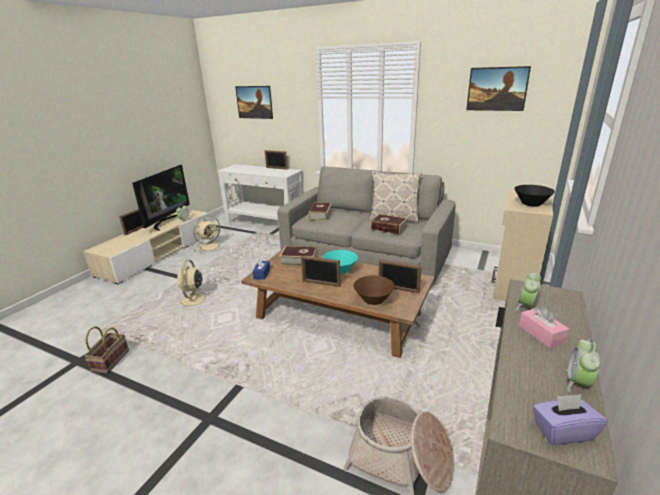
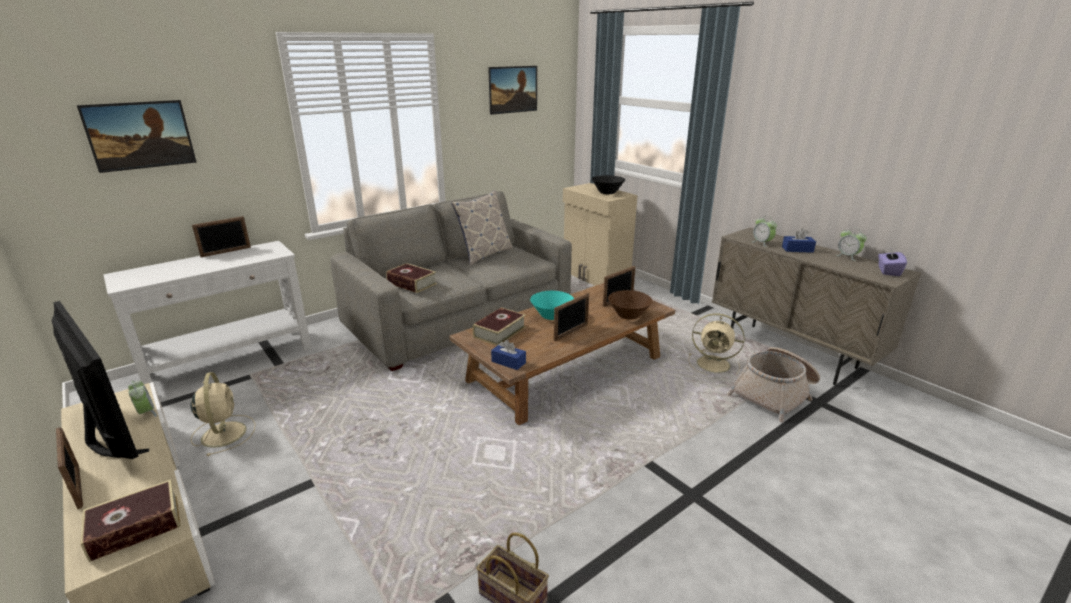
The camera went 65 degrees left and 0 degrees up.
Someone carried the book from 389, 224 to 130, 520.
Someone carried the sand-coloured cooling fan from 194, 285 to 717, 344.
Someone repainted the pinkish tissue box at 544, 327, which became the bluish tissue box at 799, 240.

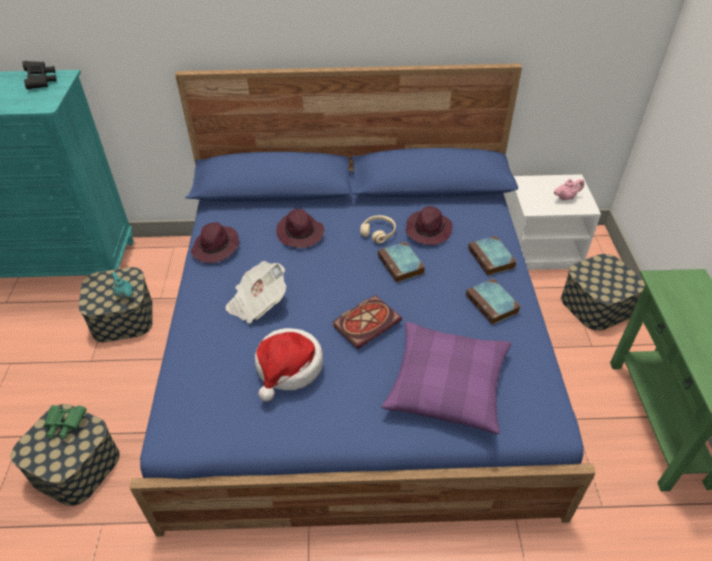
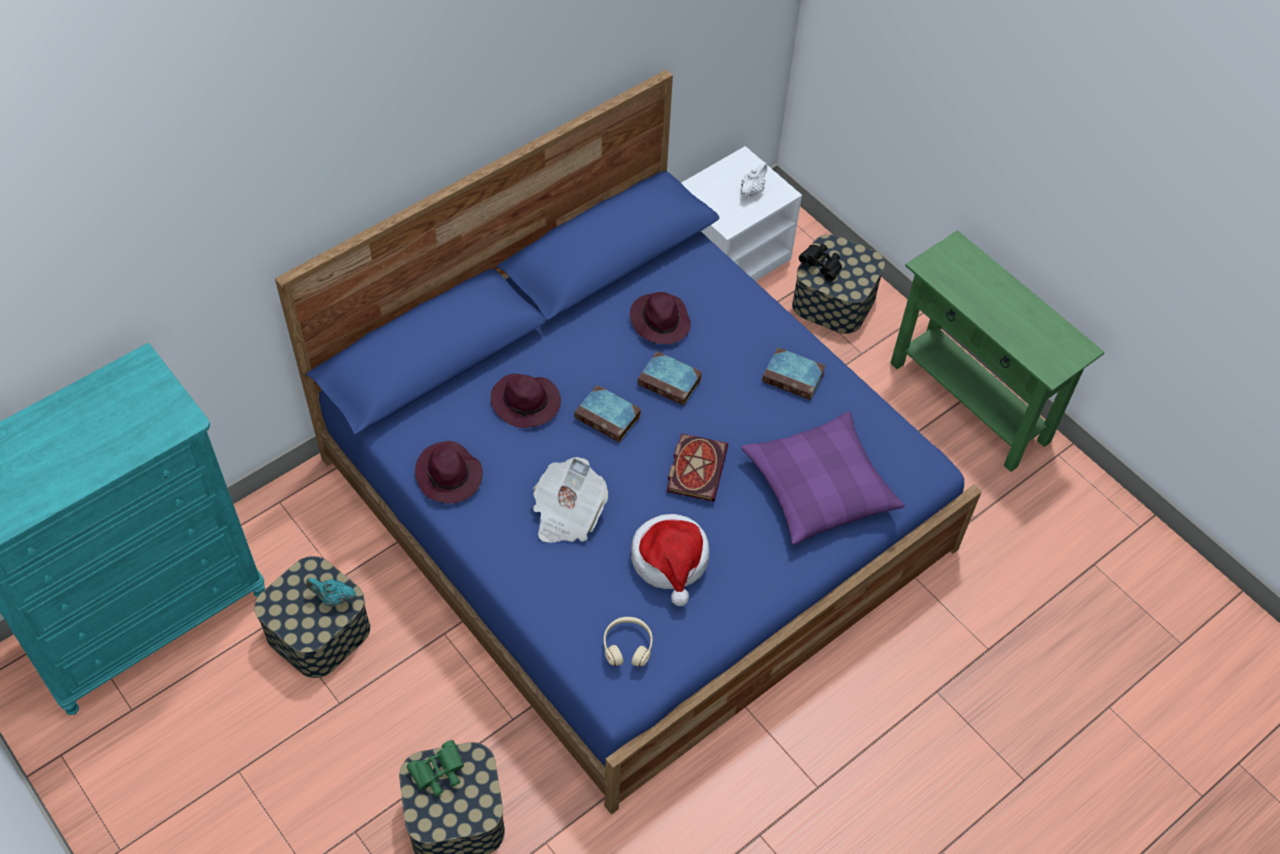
The camera went 40 degrees left and 10 degrees up.
Someone carried the black-coloured binoculars from 39, 75 to 820, 263.
Someone repainted the pinkish tea pot at 569, 190, which became the white tea pot at 754, 179.
Someone carried the sand-coloured headset from 378, 229 to 628, 642.
Someone carried the book from 492, 256 to 607, 414.

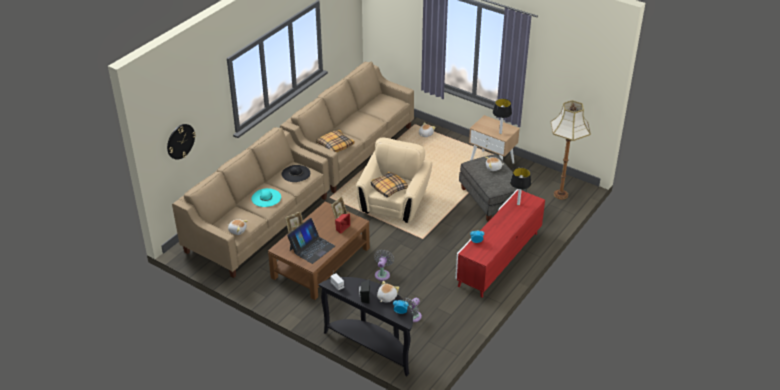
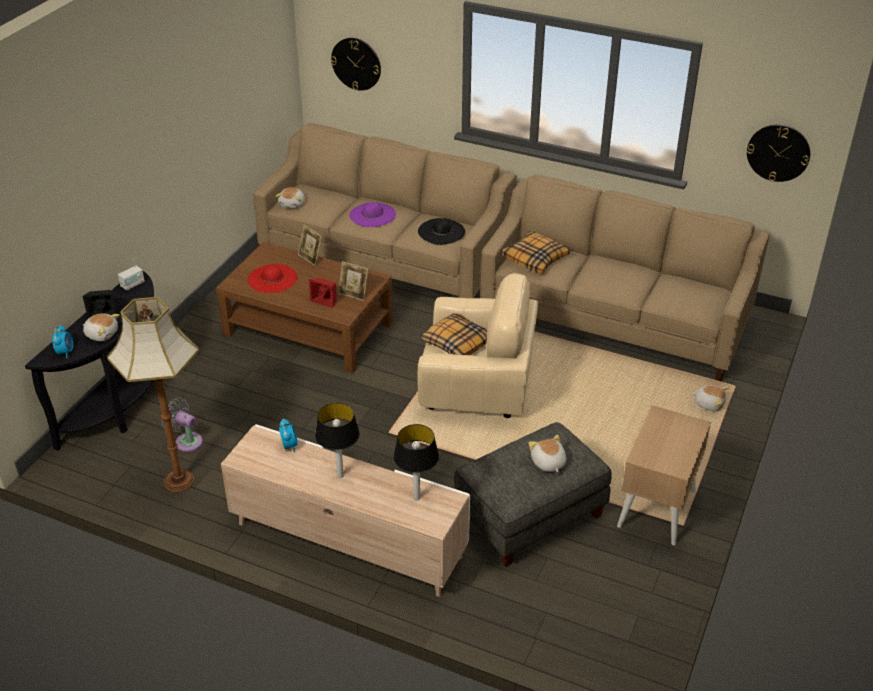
The camera went 80 degrees right and 0 degrees up.
Someone carried the table lamp from 502, 116 to 337, 440.
Someone carried the floor lamp from 571, 149 to 153, 394.
Someone repainted the blue-green clothing hat at 266, 197, which became the purple-coloured clothing hat at 372, 214.
Someone repainted the reddish media console at 500, 243, which became the sand-coloured media console at 345, 510.
Someone swapped the portable computer at 311, 241 for the reddish clothing hat at 272, 278.
Someone took away the gray cooling fan at 384, 265.
Someone put up the hanging clock at 778, 153.

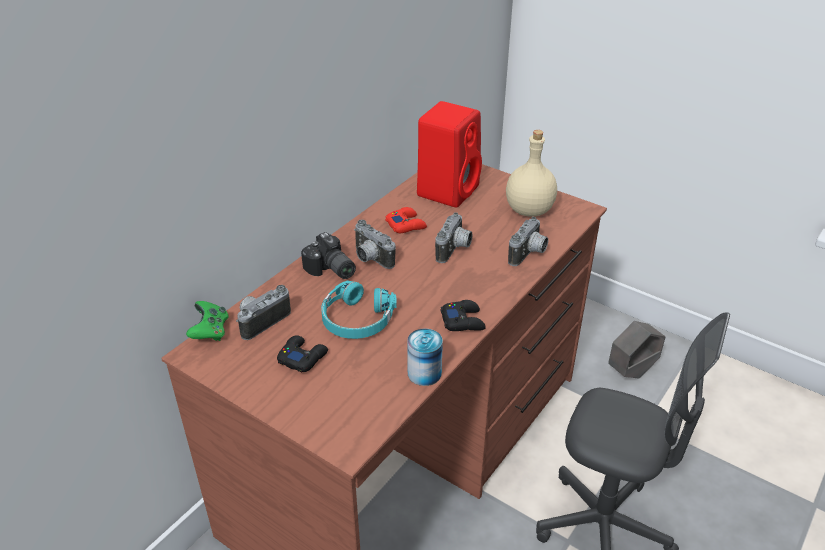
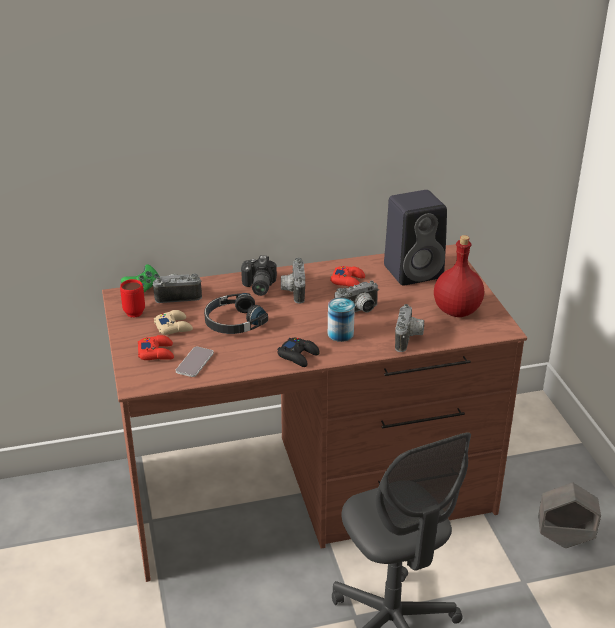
The camera went 40 degrees right and 5 degrees down.
Someone repainted the reddish audio speaker at 449, 154, which became the black-coloured audio speaker at 415, 238.
Someone repainted the sand-coloured bottle at 531, 173, which became the reddish bottle at 459, 276.
Someone rotated the photo camera at 528, 241 by 60 degrees counterclockwise.
Someone repainted the blue-green headset at 358, 309, which became the black-coloured headset at 236, 313.
Someone carried the sealed can from 425, 357 to 341, 320.
Someone repainted the black-coloured game controller at 302, 354, which became the sand-coloured game controller at 173, 322.
Someone put down the reddish mug at 132, 298.
Someone put down the reddish game controller at 156, 347.
Someone put down the phone at 195, 362.

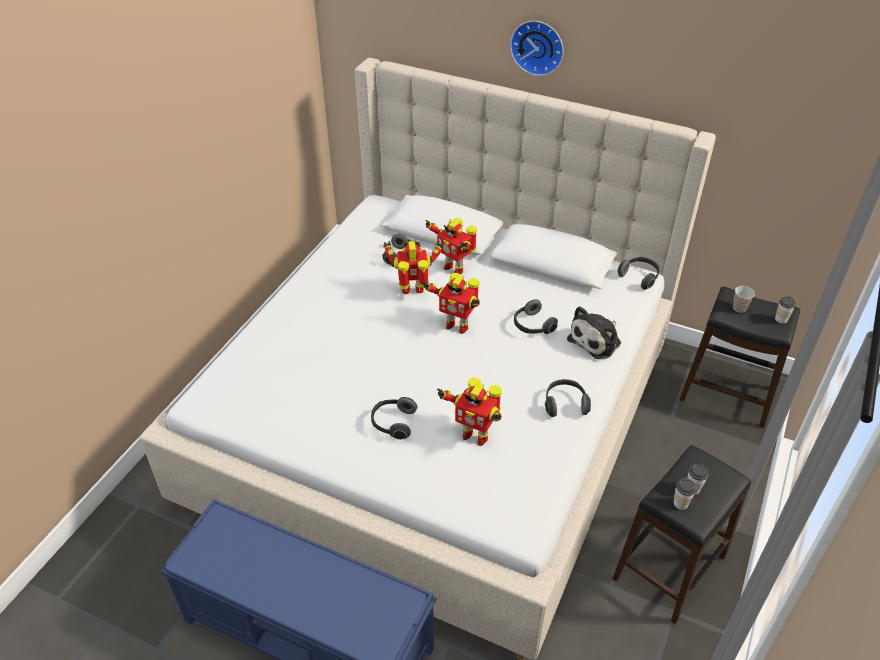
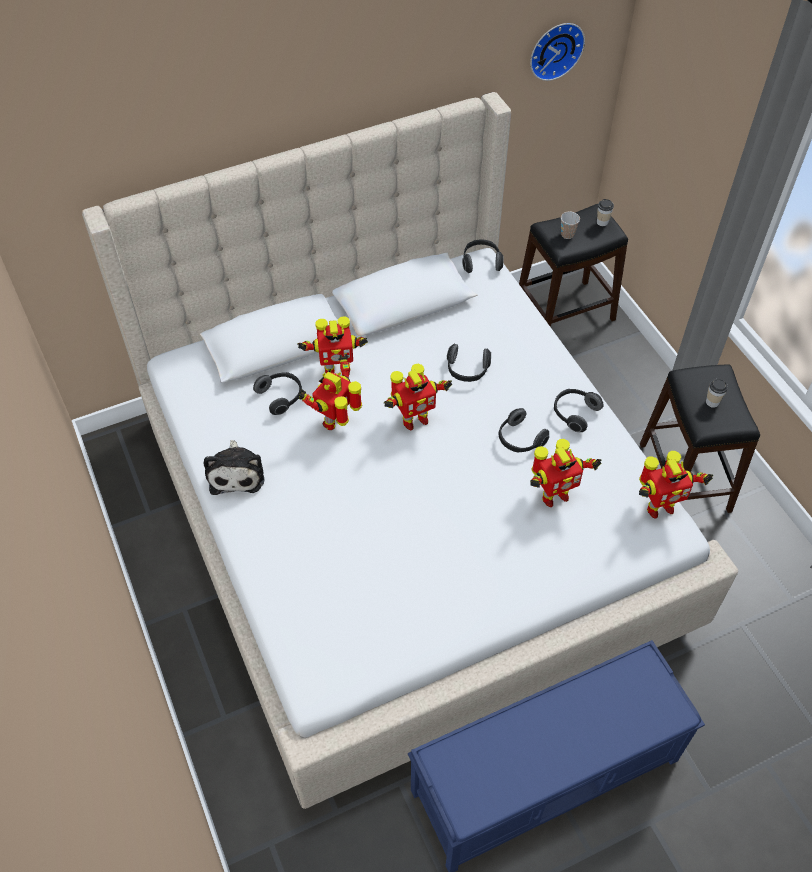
The camera went 50 degrees left and 10 degrees up.
Someone carried the hanging clock from 537, 48 to 557, 52.
Someone carried the cuddly toy from 594, 332 to 234, 467.
Someone carried the headset from 394, 418 to 524, 430.
Someone took away the drinking cup at 685, 494.
Someone put down the model robot at 676, 485.

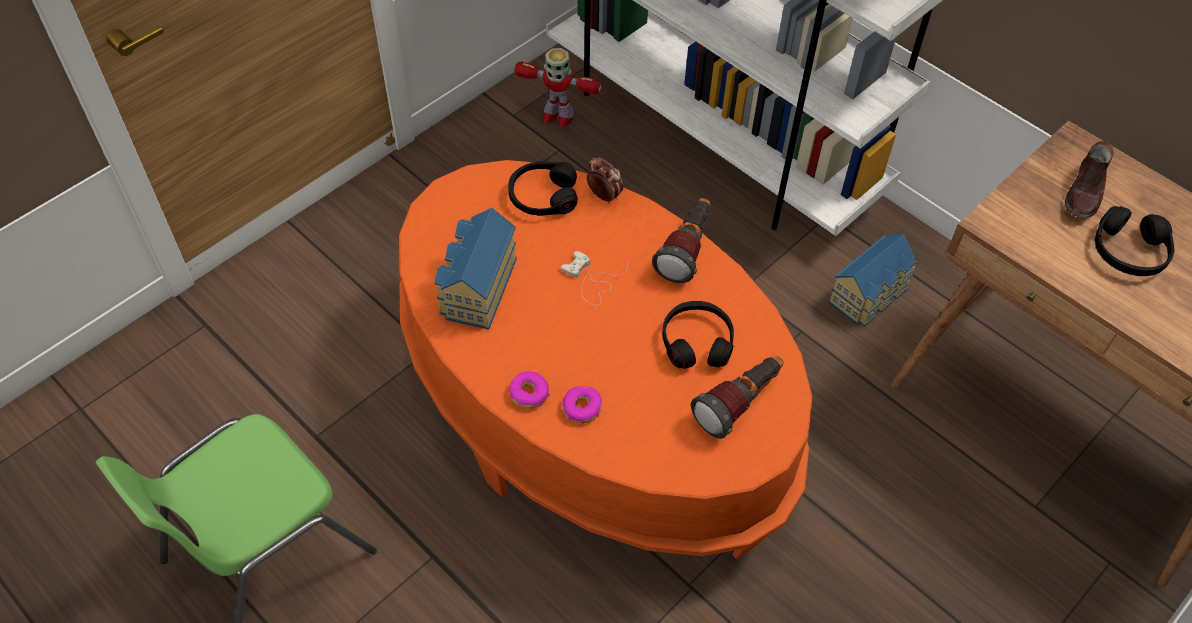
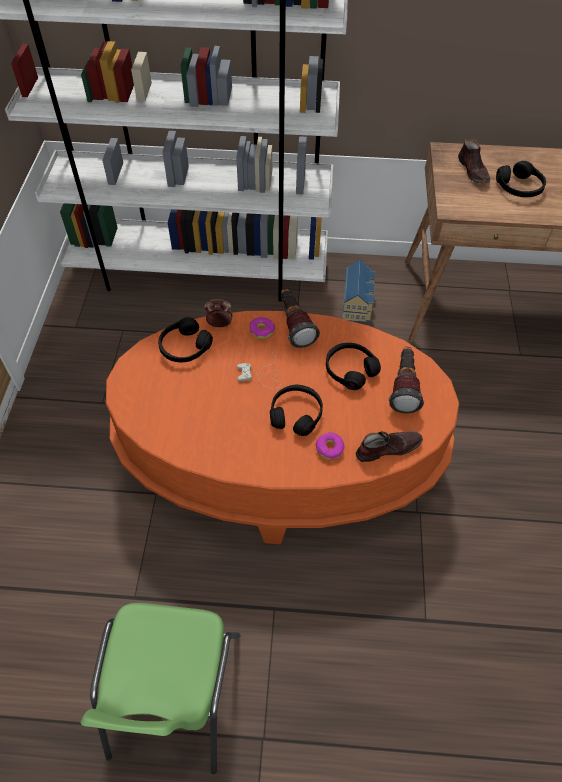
The camera went 40 degrees left and 0 degrees up.
Someone took away the model robot at 557, 87.
Someone took away the model house at 475, 269.
Someone carried the doughnut from 529, 390 to 262, 328.
Someone put down the black-coloured headset at 296, 410.
Someone put down the brownish shoe at 389, 446.

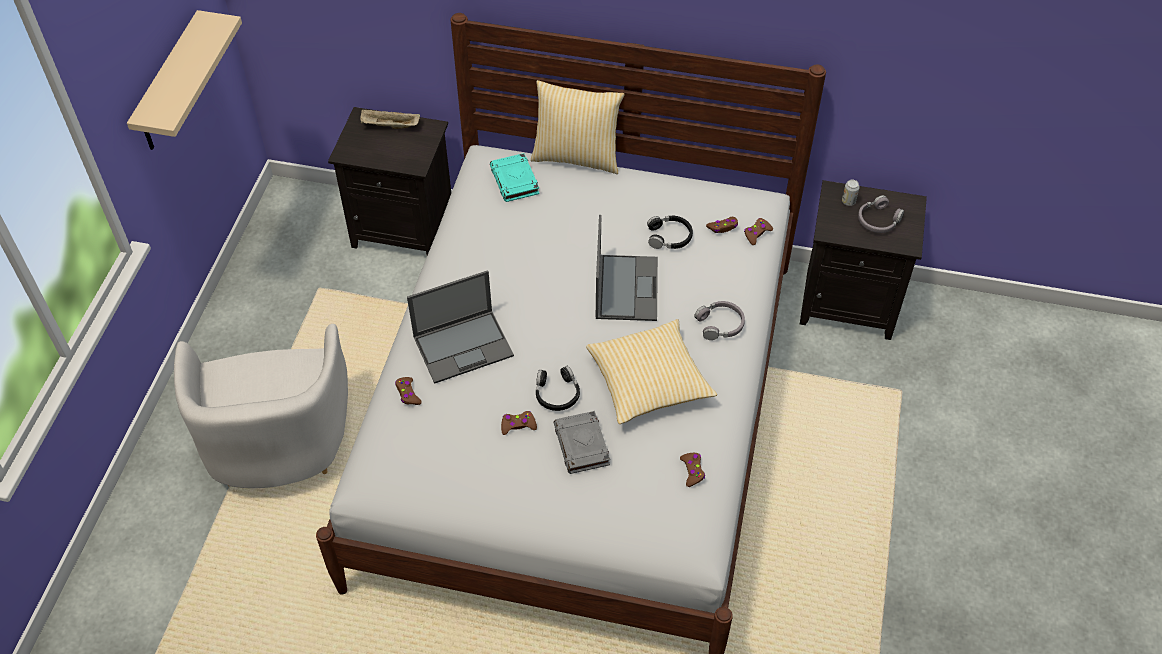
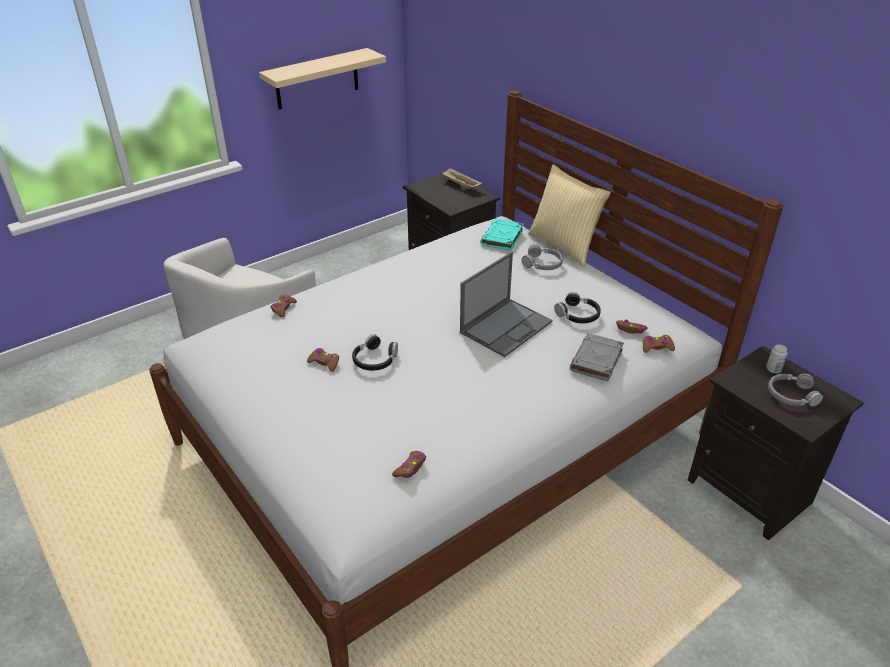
The camera went 40 degrees right and 15 degrees down.
Someone took away the portable computer at 460, 327.
Someone carried the gray headset from 719, 320 to 542, 257.
Someone took away the cushion at 651, 371.
Someone carried the gray book from 582, 442 to 597, 357.

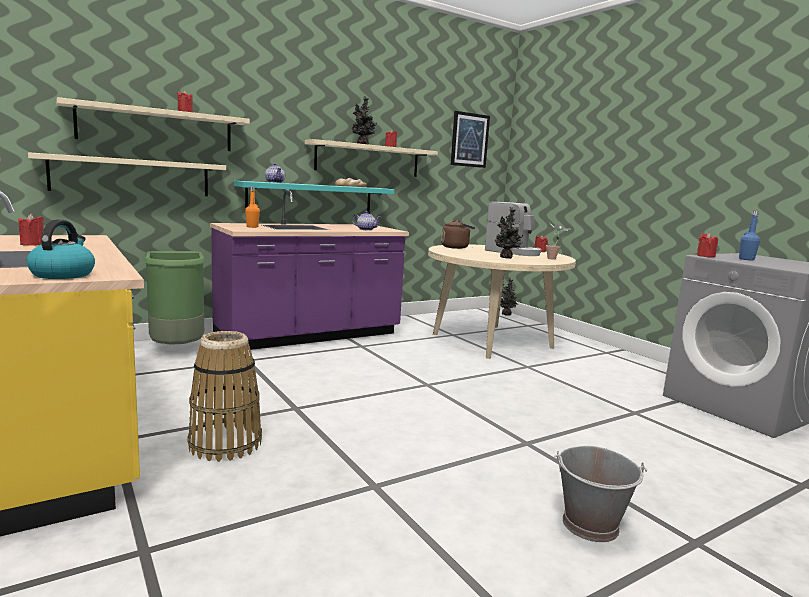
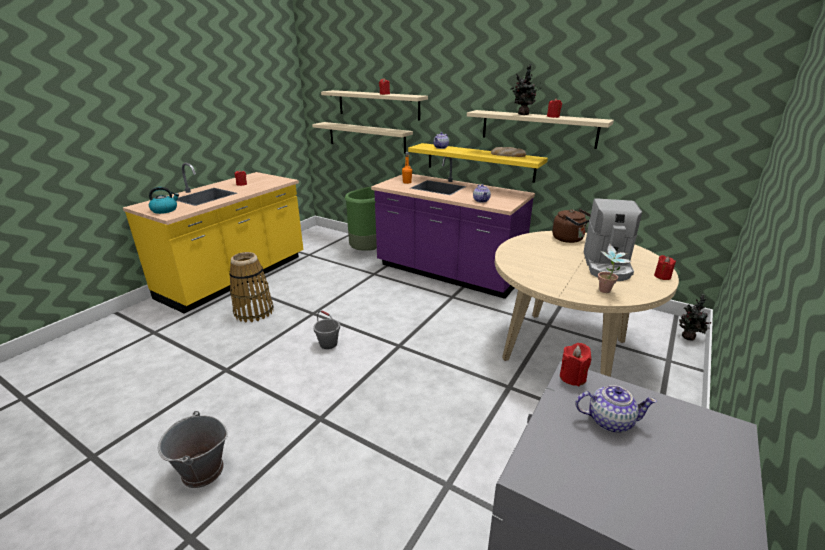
The camera went 65 degrees right and 15 degrees up.
Someone took away the wall art at 470, 139.
Someone repainted the blue-green shelf at 314, 197, which became the yellow shelf at 478, 163.
Someone took away the plant in a pot at 509, 233.
Someone swapped the bluish bottle at 749, 235 for the tea pot at 616, 408.
Someone put down the gray water bucket at 326, 329.

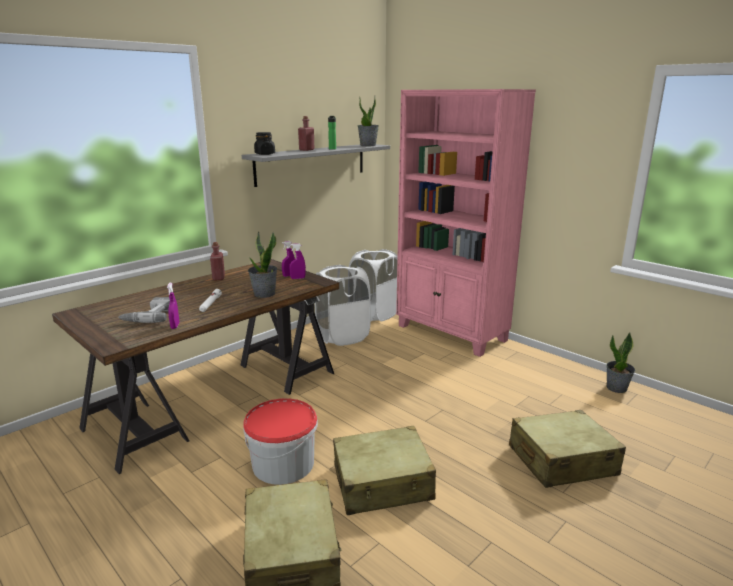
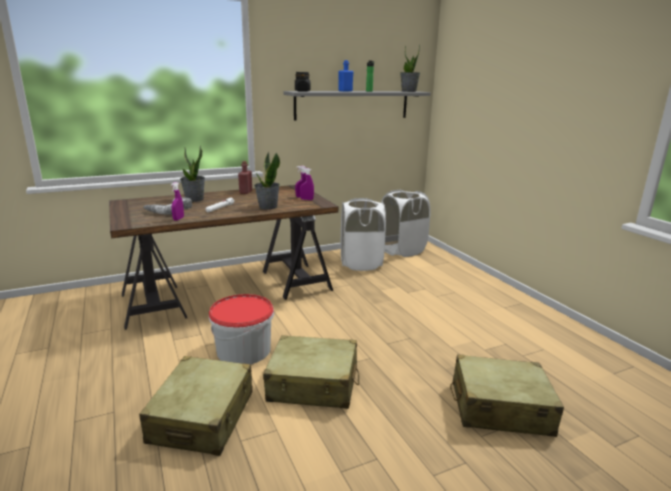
The camera went 20 degrees right and 0 degrees up.
Someone took away the pinkish bookshelf at 466, 223.
Someone repainted the reddish bottle at 306, 133, which became the bluish bottle at 345, 75.
Someone carried the plant in a pot from 620, 363 to 192, 174.

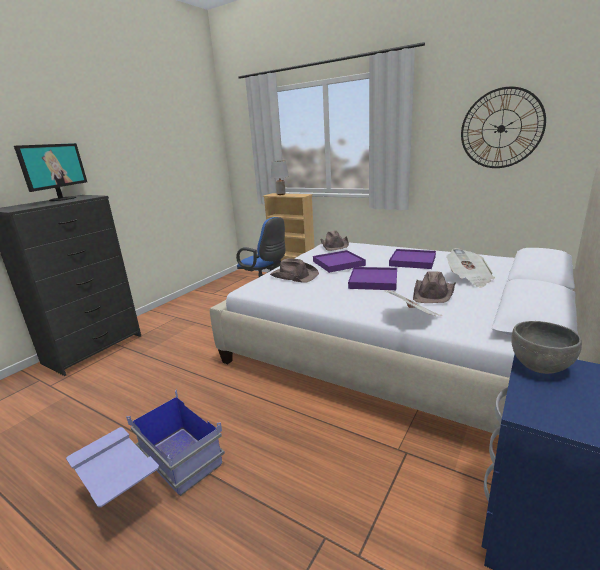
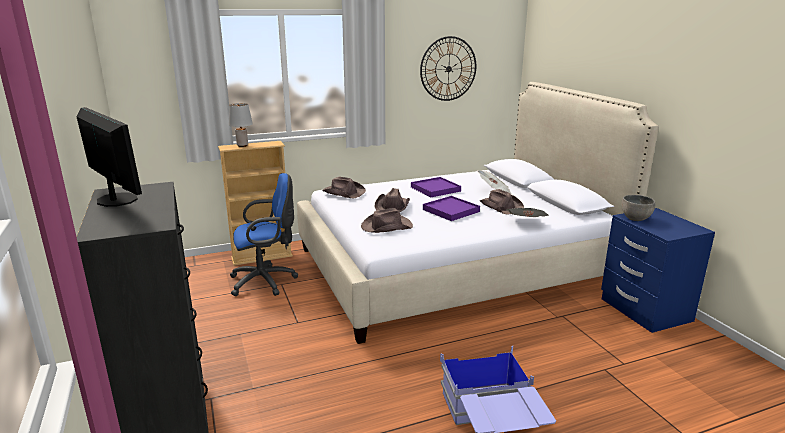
The camera went 55 degrees left and 0 degrees up.
Someone swapped the purple-coloured tray at 339, 261 for the brownish clothing hat at 392, 200.

